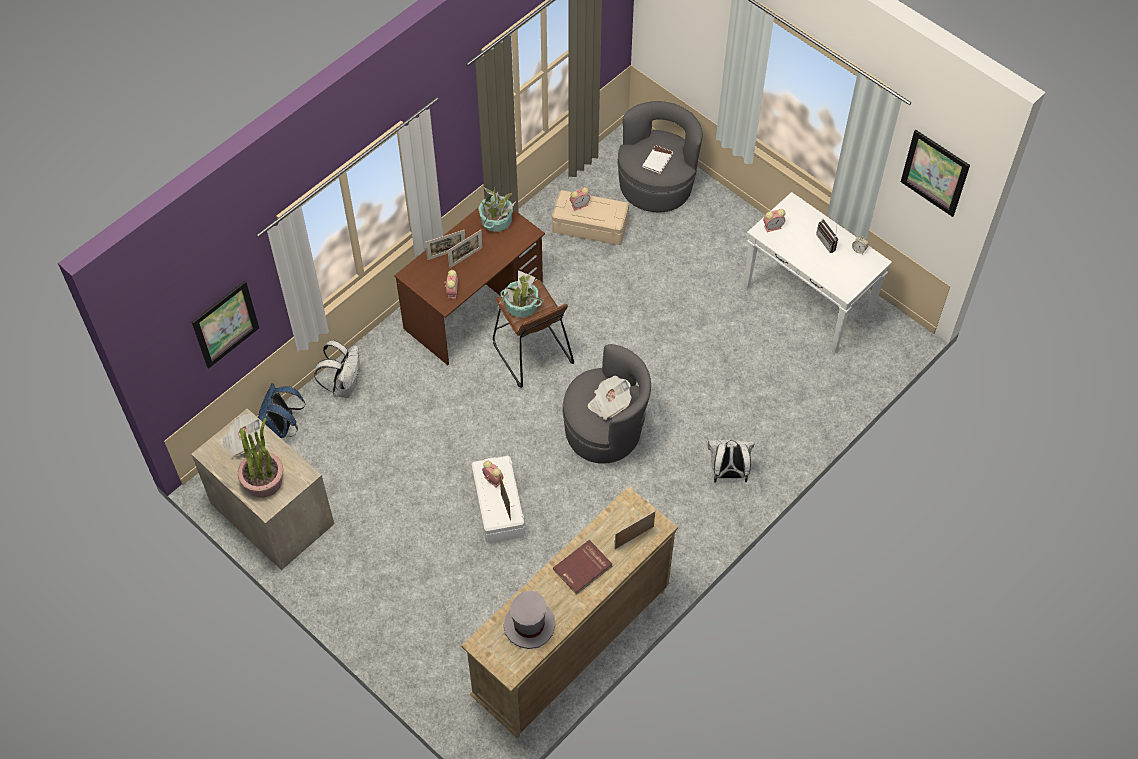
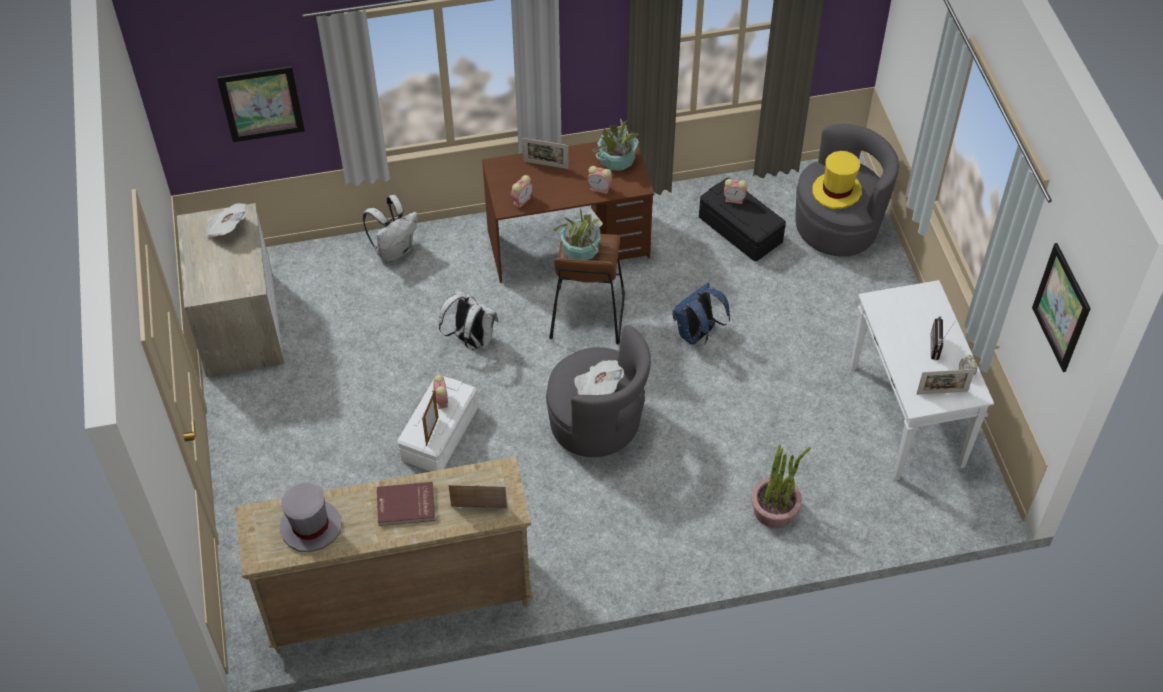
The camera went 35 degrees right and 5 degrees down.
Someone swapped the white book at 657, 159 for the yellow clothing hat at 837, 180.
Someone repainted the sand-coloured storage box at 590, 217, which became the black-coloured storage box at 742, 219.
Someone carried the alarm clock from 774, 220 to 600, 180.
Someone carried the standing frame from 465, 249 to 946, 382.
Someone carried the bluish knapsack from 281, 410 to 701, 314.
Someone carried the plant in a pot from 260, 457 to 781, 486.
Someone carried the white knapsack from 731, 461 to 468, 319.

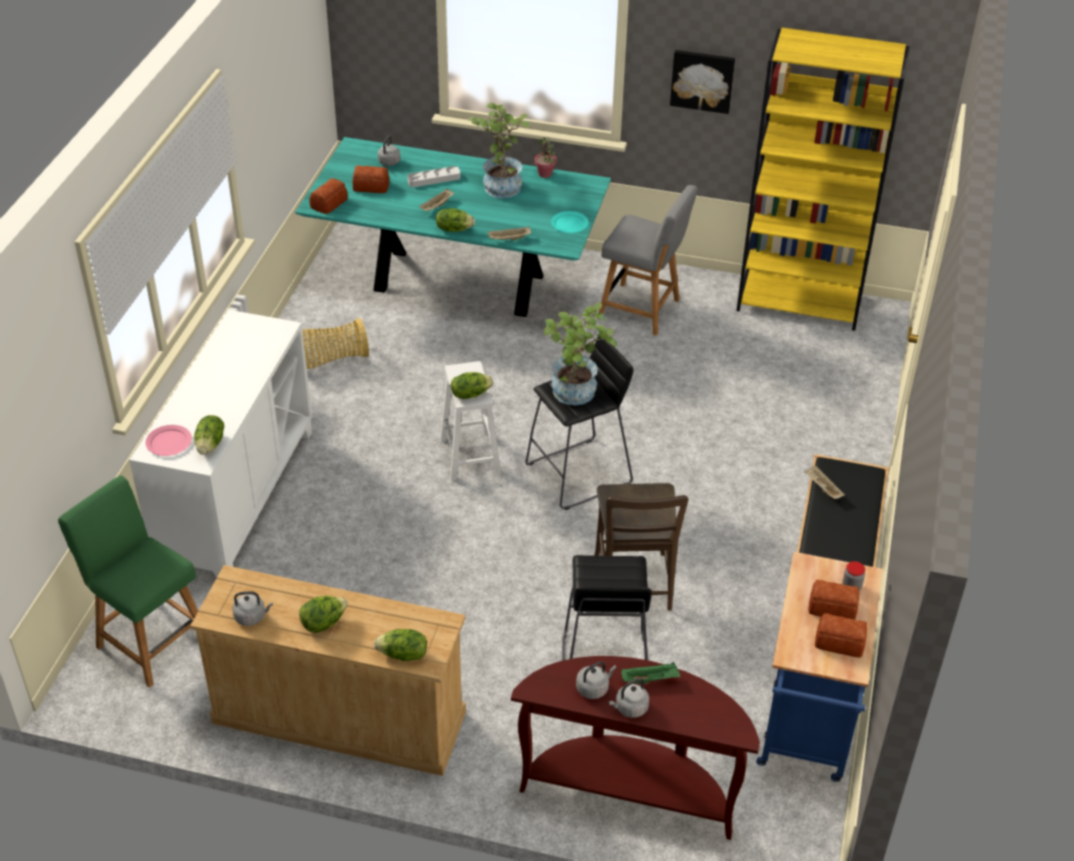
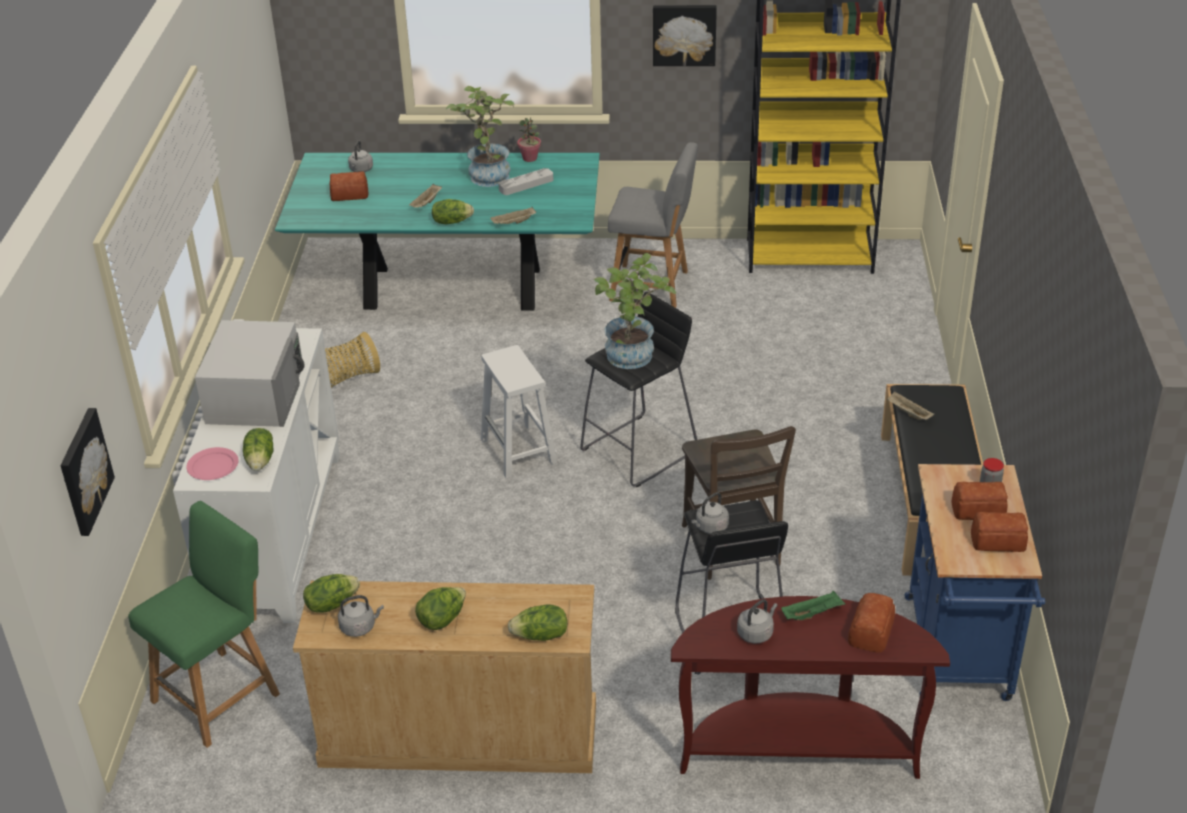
The camera went 10 degrees left and 5 degrees down.
Someone carried the gray tray from 433, 176 to 526, 181.
Someone carried the baked bread from 328, 196 to 871, 623.
Someone took away the blue-green dinner plate at 570, 222.
Someone carried the lettuce from 472, 385 to 331, 593.
Someone rotated the greenish upright chair at 128, 581 by 105 degrees clockwise.
Someone carried the gray water kettle from 629, 698 to 710, 513.
Someone put down the white microwave at 250, 373.
Someone put up the wall art at 87, 472.

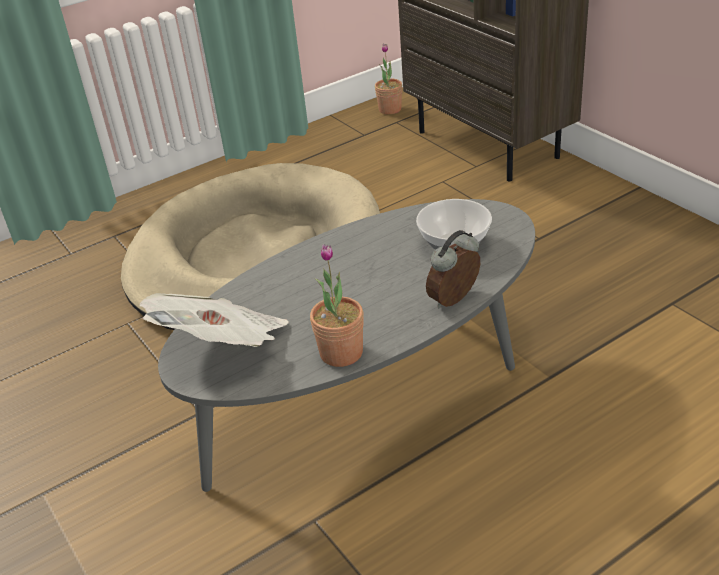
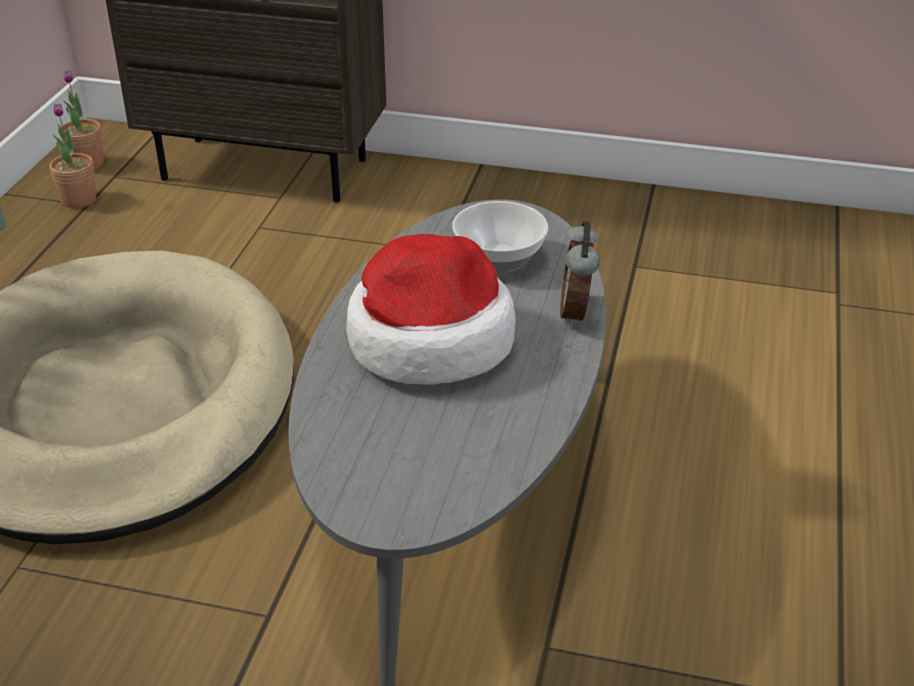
The camera went 45 degrees left and 0 degrees up.
Someone carried the plant in a pot from 337, 305 to 73, 155.
Someone took away the printed paper at 214, 320.
Someone put down the clothing hat at 431, 309.

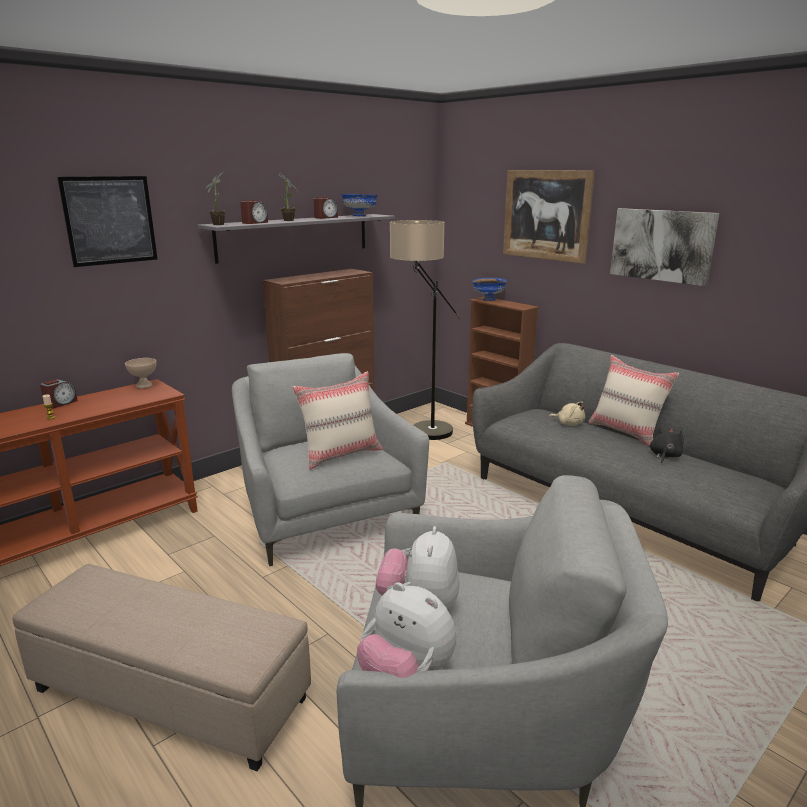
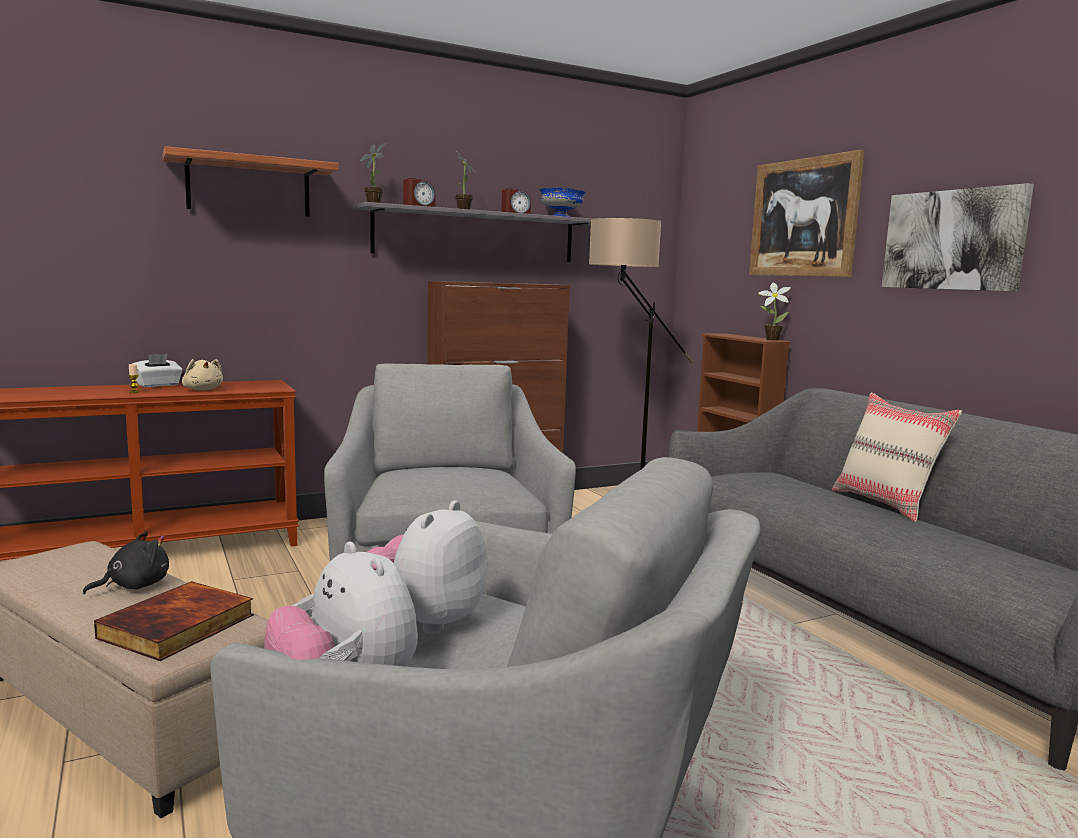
The camera went 15 degrees right and 10 degrees down.
Someone swapped the wall art at 107, 221 for the shelf at 251, 181.
Someone took away the bluish deep dish at 489, 289.
Someone took away the sand-coloured deep dish at 140, 373.
Someone took away the sand-coloured cushion at 337, 420.
Someone swapped the alarm clock at 58, 394 for the white tissue box at 157, 370.
Someone carried the sand-coloured cuddly toy from 567, 413 to 202, 375.
Someone carried the black-coloured cuddly toy from 667, 445 to 126, 562.
Someone put down the plant in a pot at 774, 311.
Someone put down the book at 174, 621.

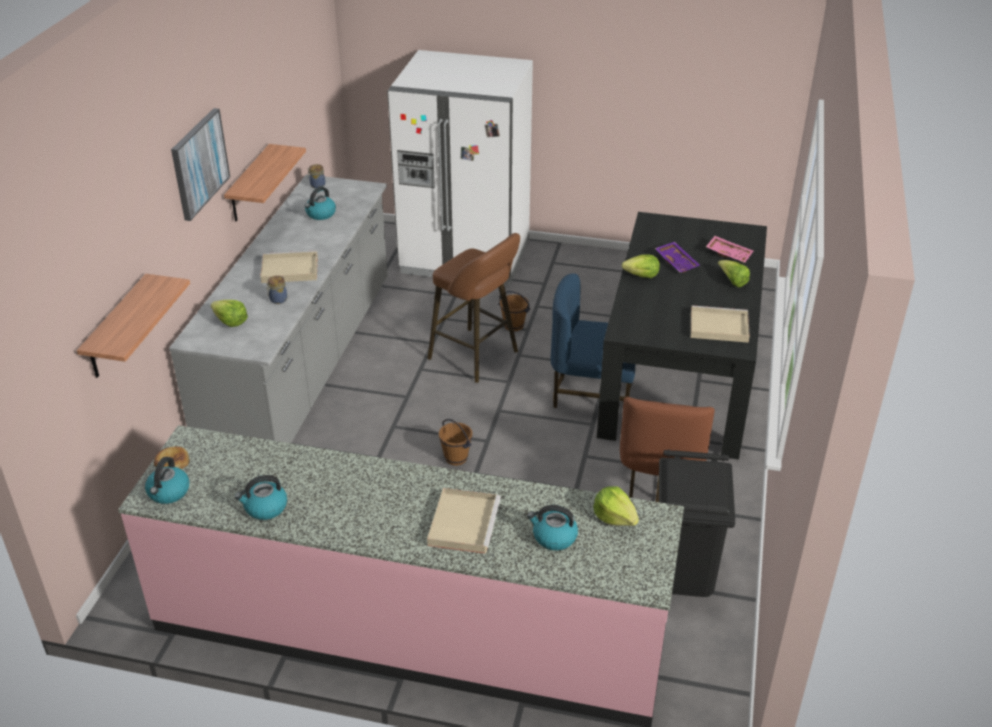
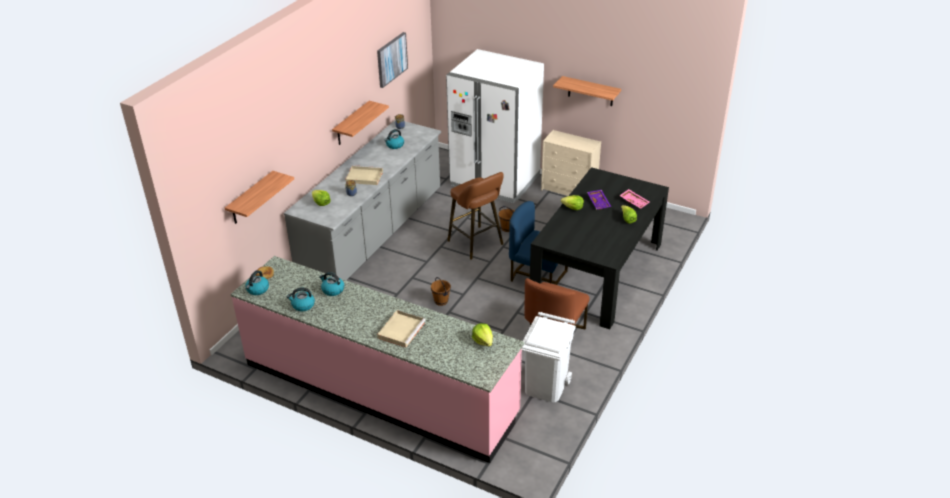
The camera went 15 degrees right and 0 degrees up.
Someone carried the wall art from 200, 164 to 392, 60.
Someone took away the sand-coloured tray at 720, 324.
Someone repainted the black-coloured trash can at 697, 523, which became the white trash can at 549, 357.
Someone carried the water kettle from 552, 528 to 331, 284.
Someone put up the shelf at 587, 91.
Someone put down the sand-coloured dresser at 571, 163.

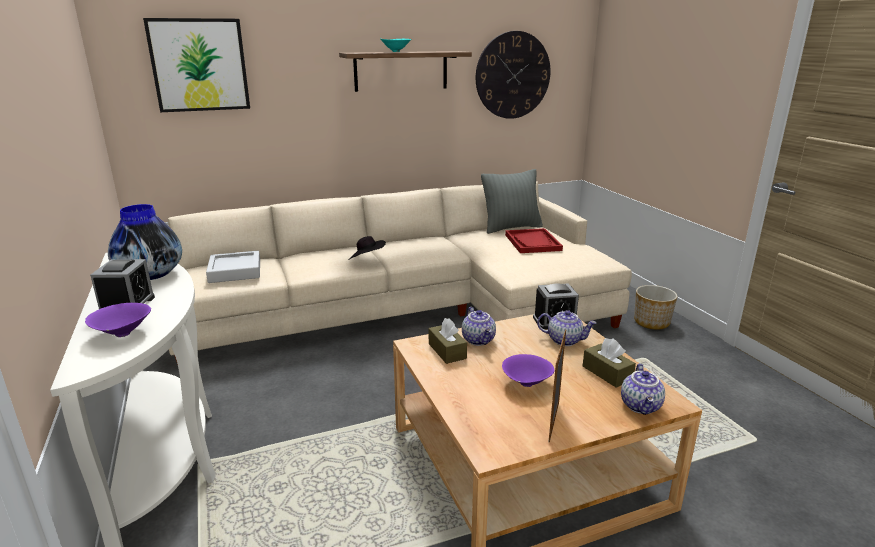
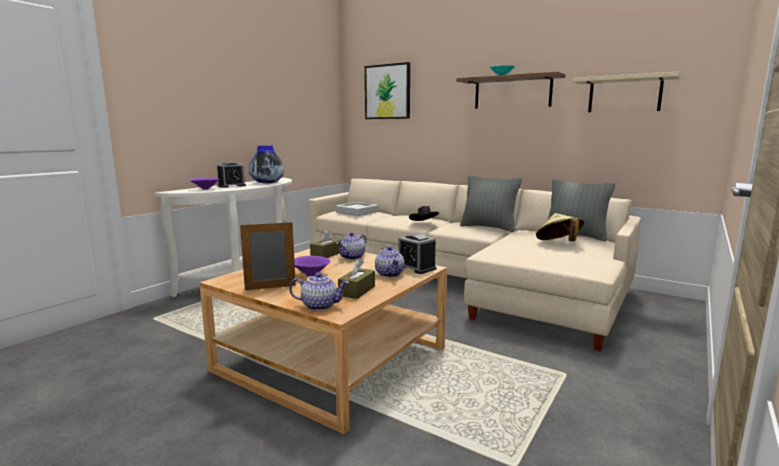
The camera went 55 degrees right and 10 degrees down.
Someone swapped the hanging clock at 513, 75 for the sand-coloured shelf at 626, 92.
Someone swapped the reddish tray at 534, 240 for the sand-coloured clothing hat at 560, 227.
Someone took away the flower pot at 656, 307.
Someone rotated the tea pot at 643, 389 by 150 degrees counterclockwise.
Someone put down the gray cushion at 491, 203.

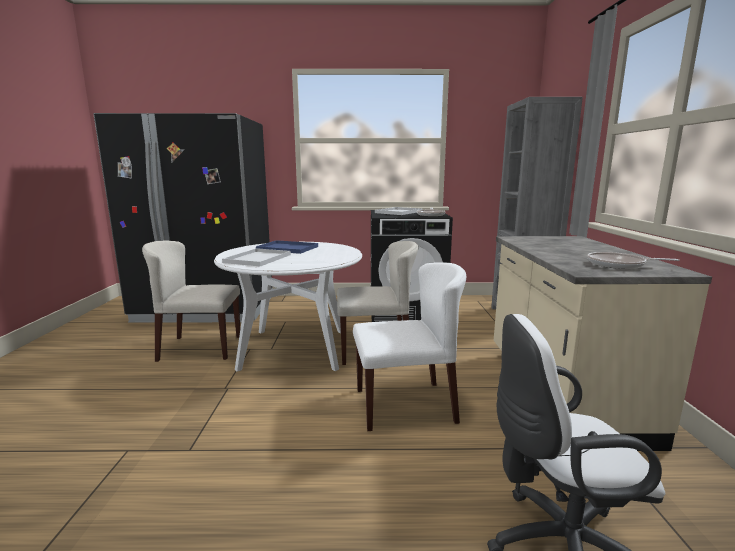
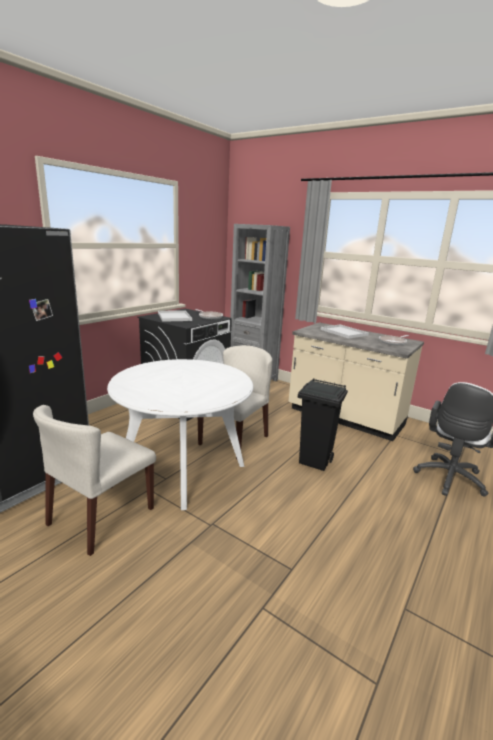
The camera went 55 degrees left and 5 degrees up.
Someone took away the bluish tray at 287, 247.
Someone carried the white tray from 256, 257 to 345, 332.
Someone swapped the white upright chair at 409, 346 for the black-coloured trash can at 323, 424.

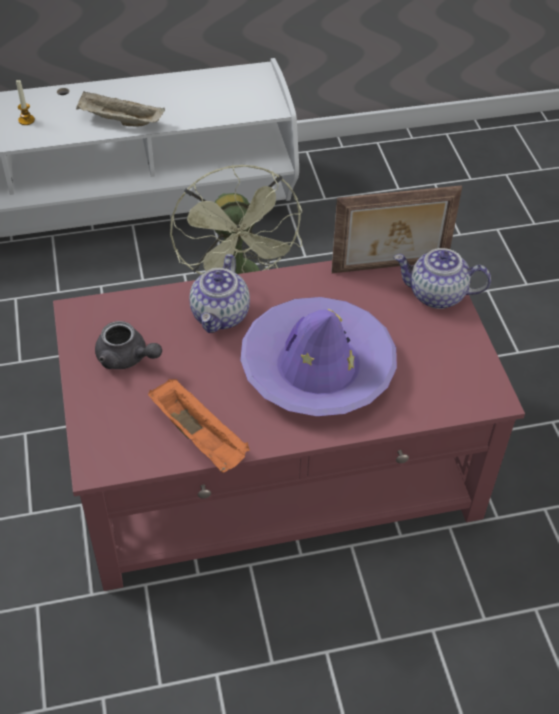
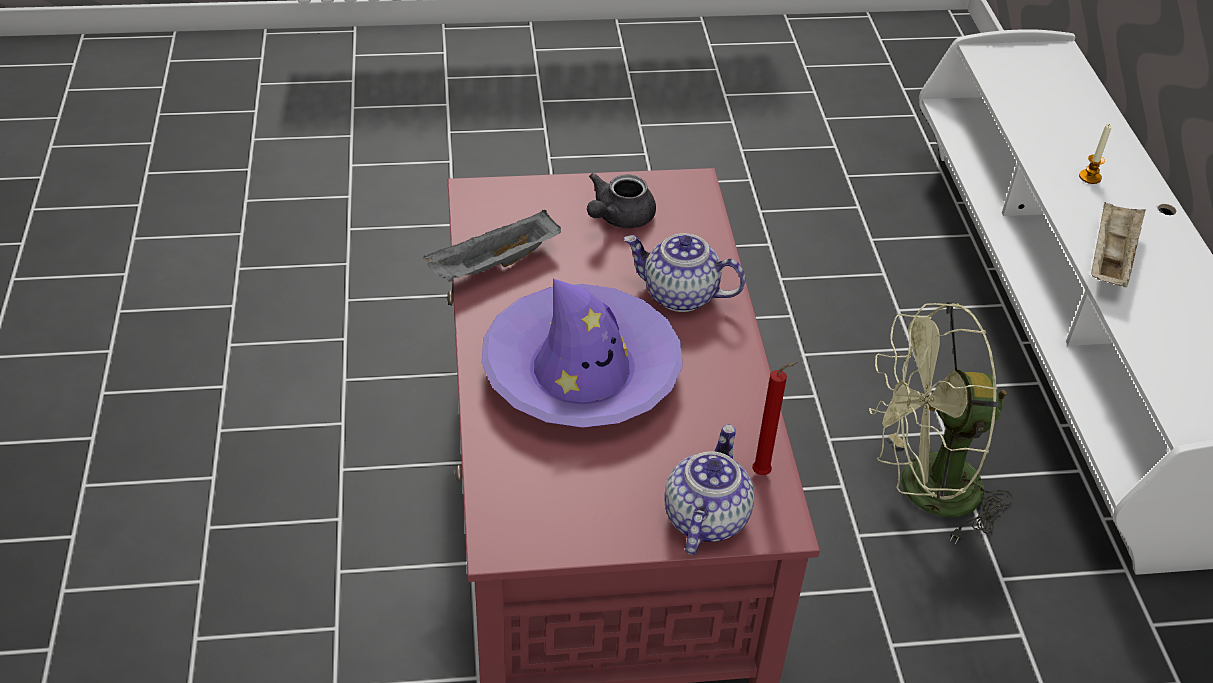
The camera went 95 degrees right and 5 degrees down.
Someone swapped the standing frame at 396, 229 for the reddish wax light at 775, 418.
Someone repainted the orangey tray at 199, 426, which became the gray tray at 492, 245.

